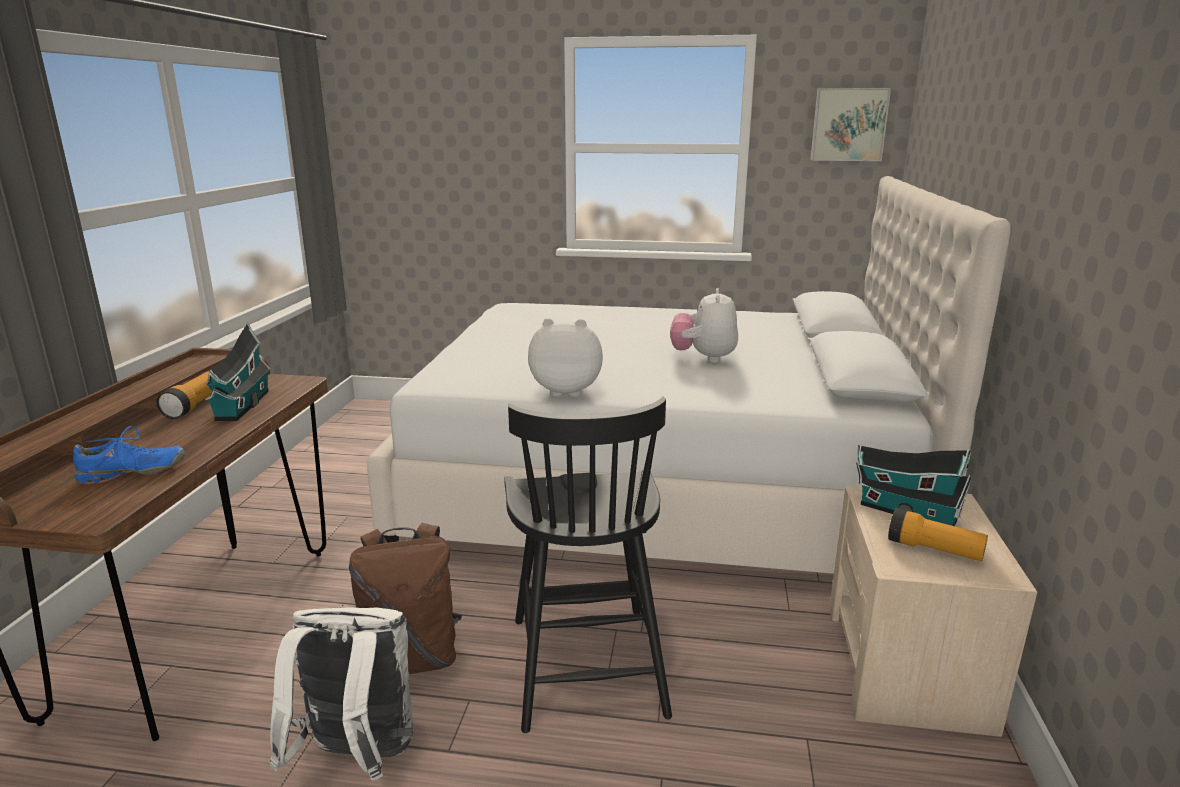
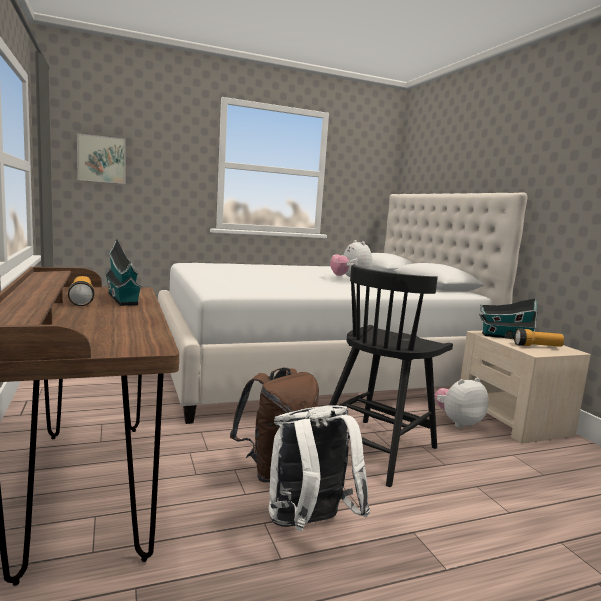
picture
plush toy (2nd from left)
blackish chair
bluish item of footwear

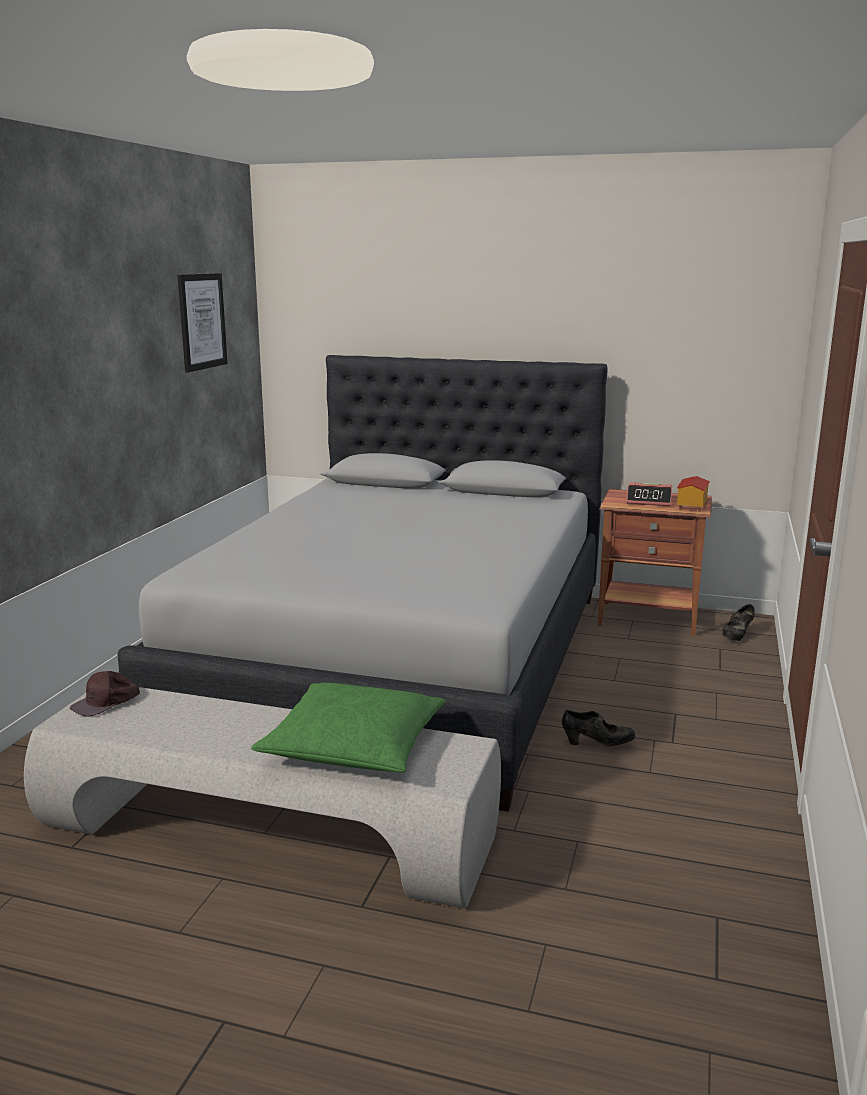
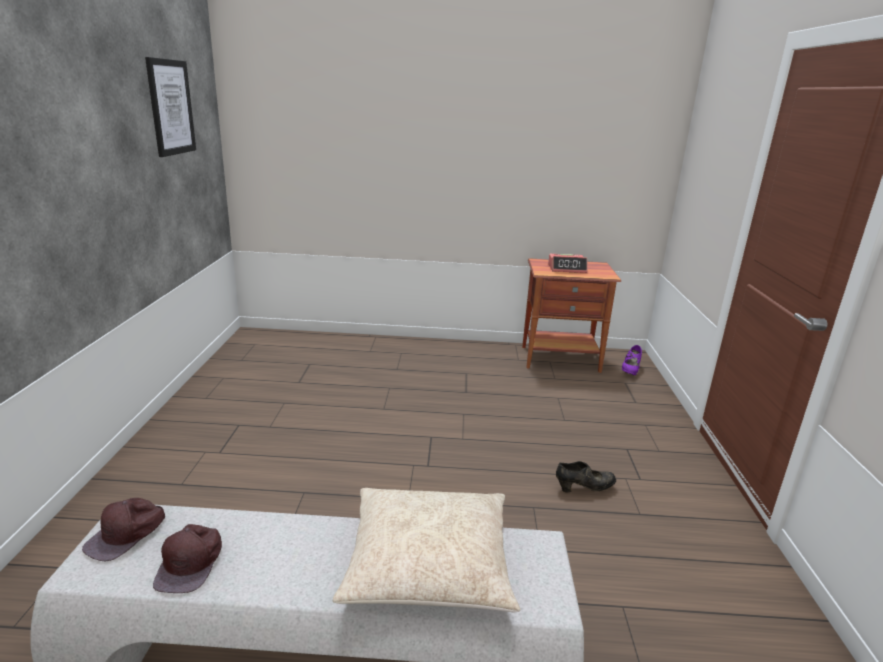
grey sleeping bed
model house
purple item of footwear
beige pillow
brownish cap (2nd from left)

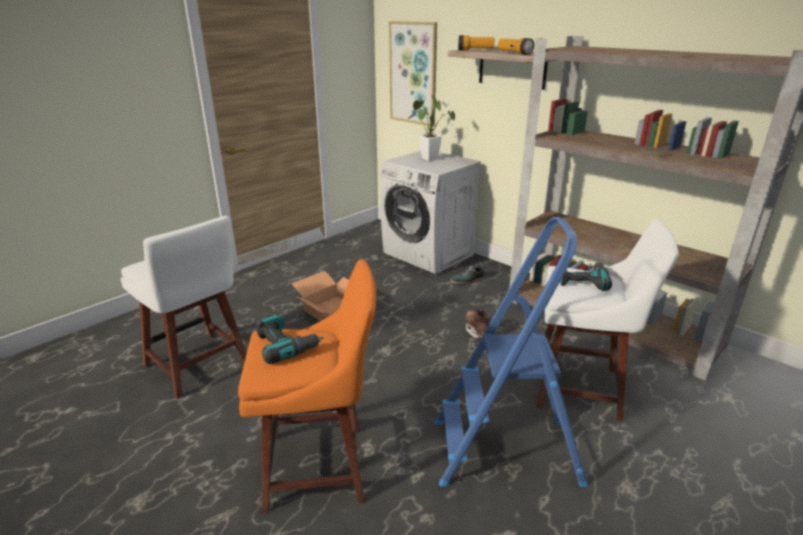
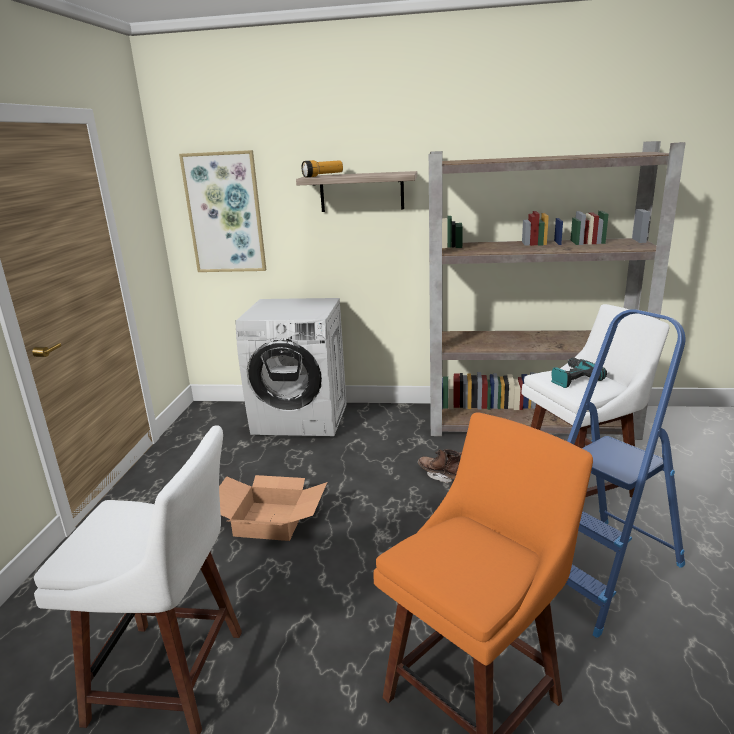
torch (2nd from left in the first image)
plant in a pot
item of footwear
power drill (1st from left in the first image)

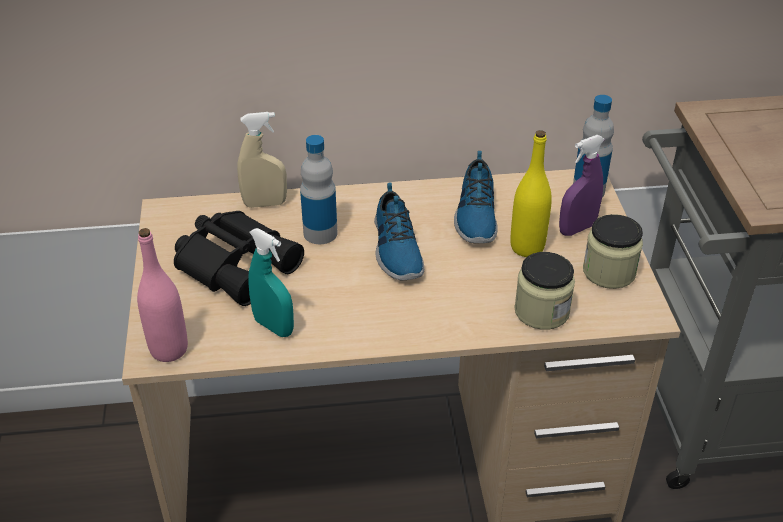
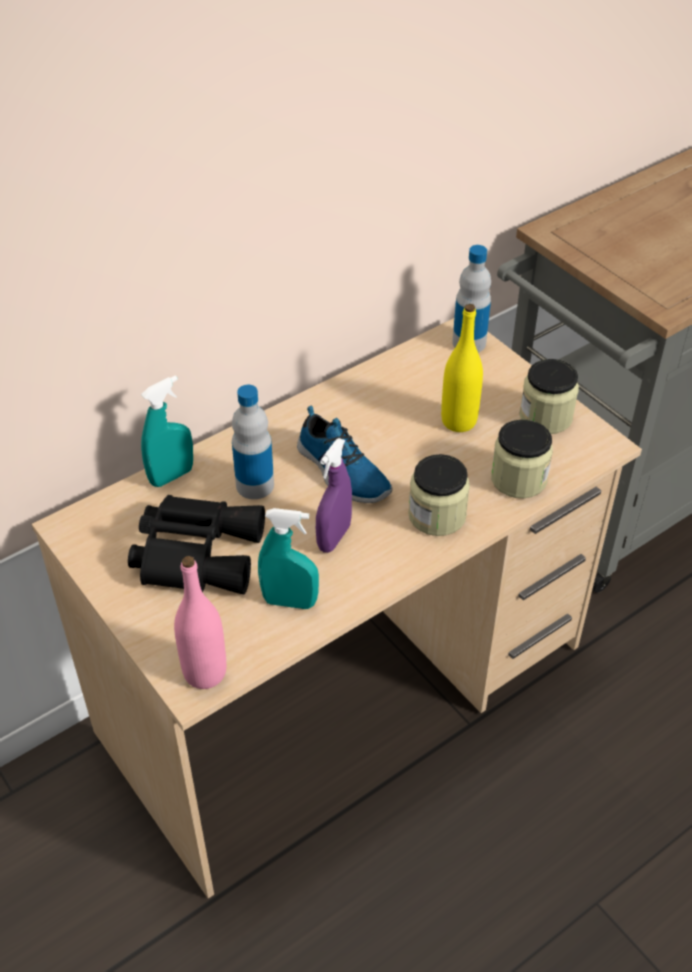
blue-green sprayer (1st from left)
purple sprayer
item of footwear (2nd from left in the first image)
preserve jar (1st from left)

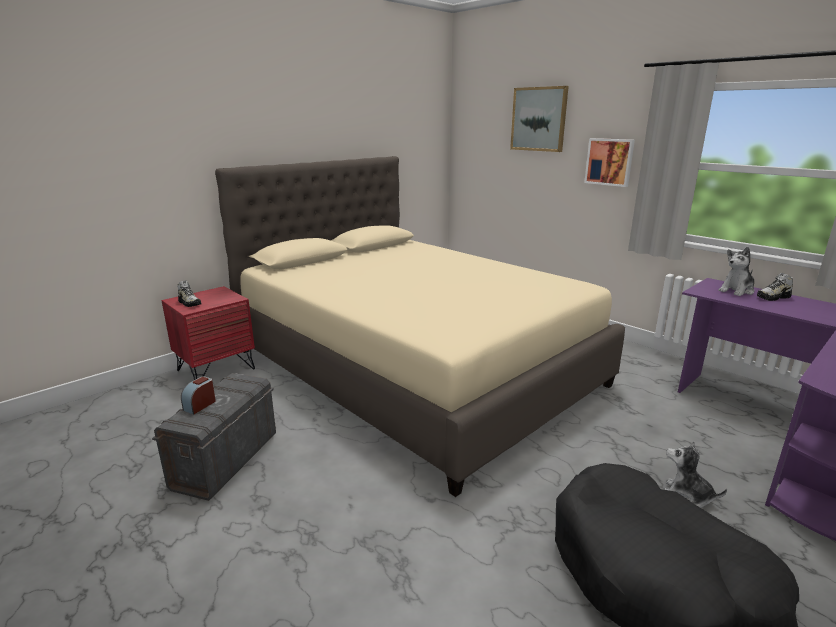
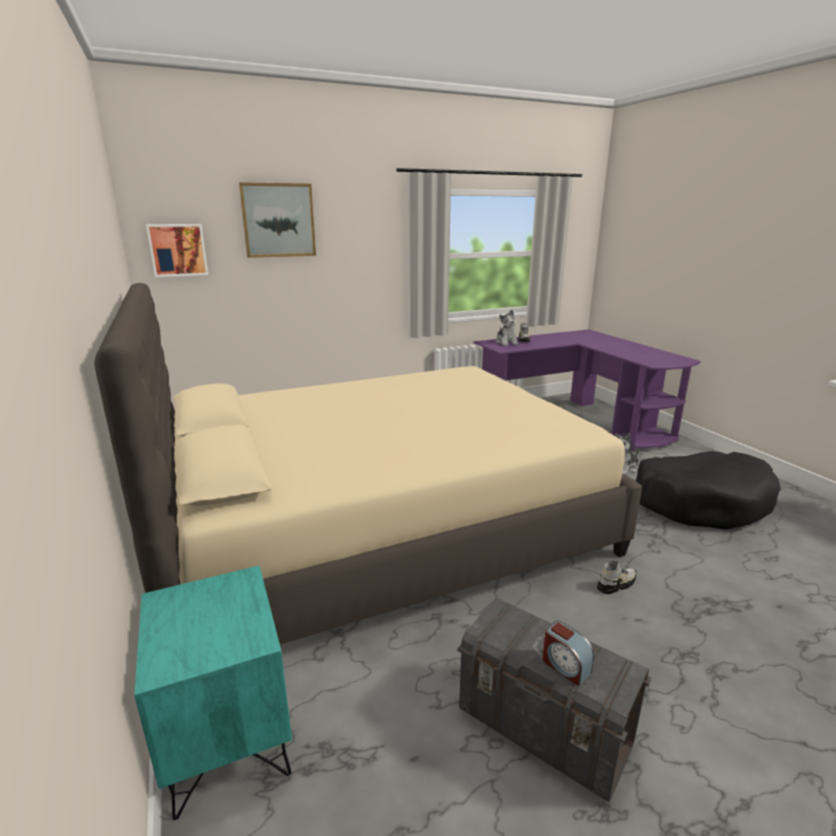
picture (1st from left)
item of footwear (2nd from left)
blue-green bedside table

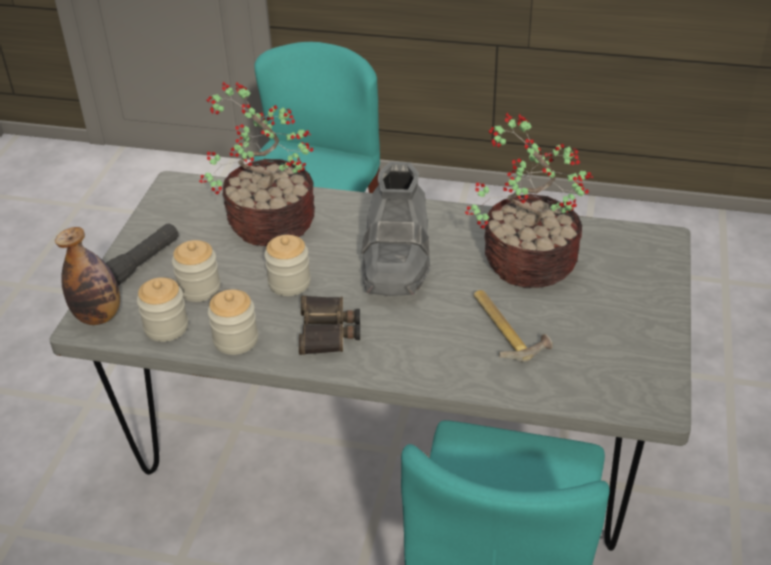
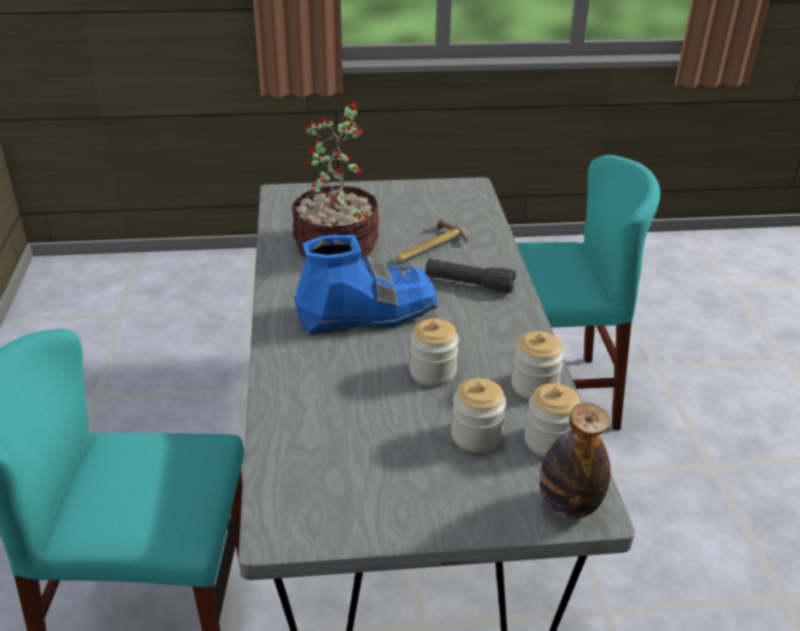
plant in a pot (1st from left in the first image)
bluish high-top boot
blackish torch
field glasses

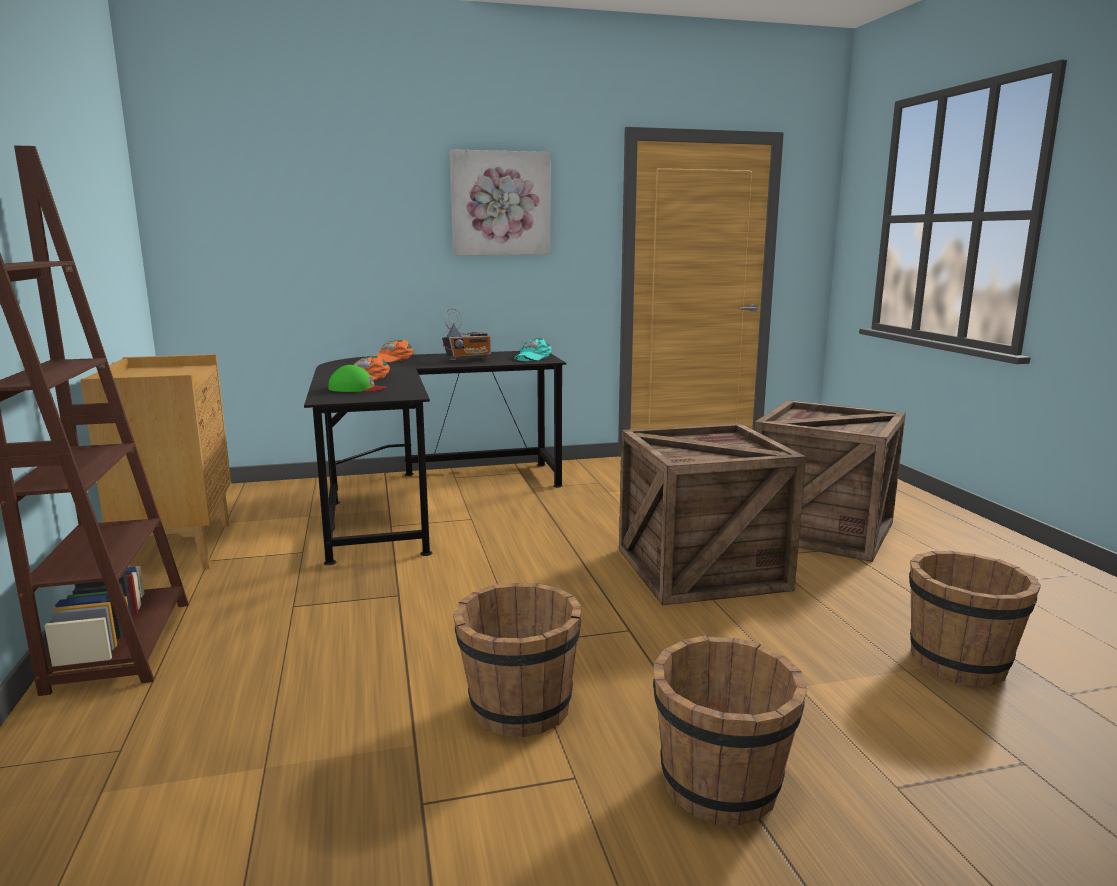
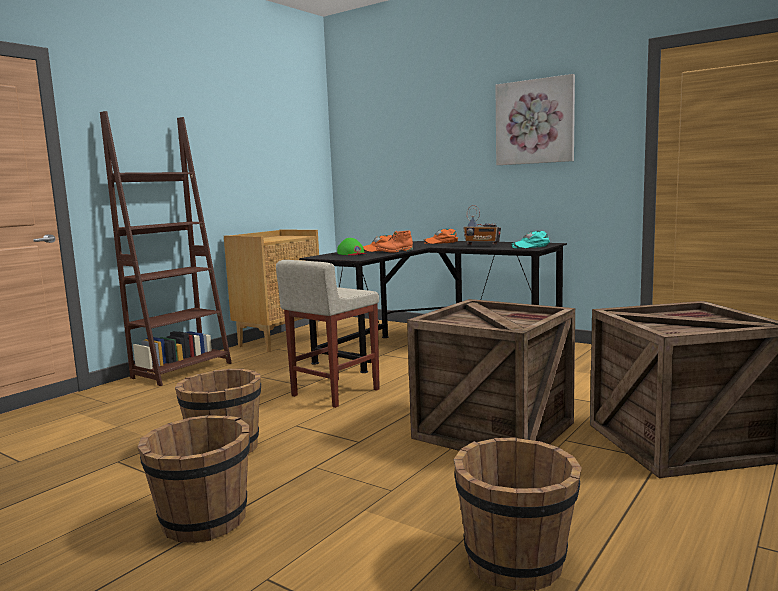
orangey high-top boot
beige stool

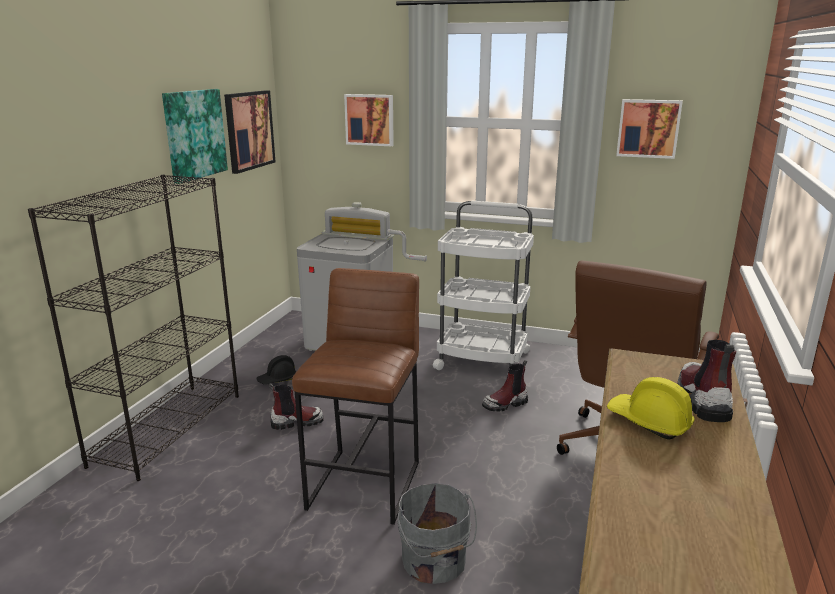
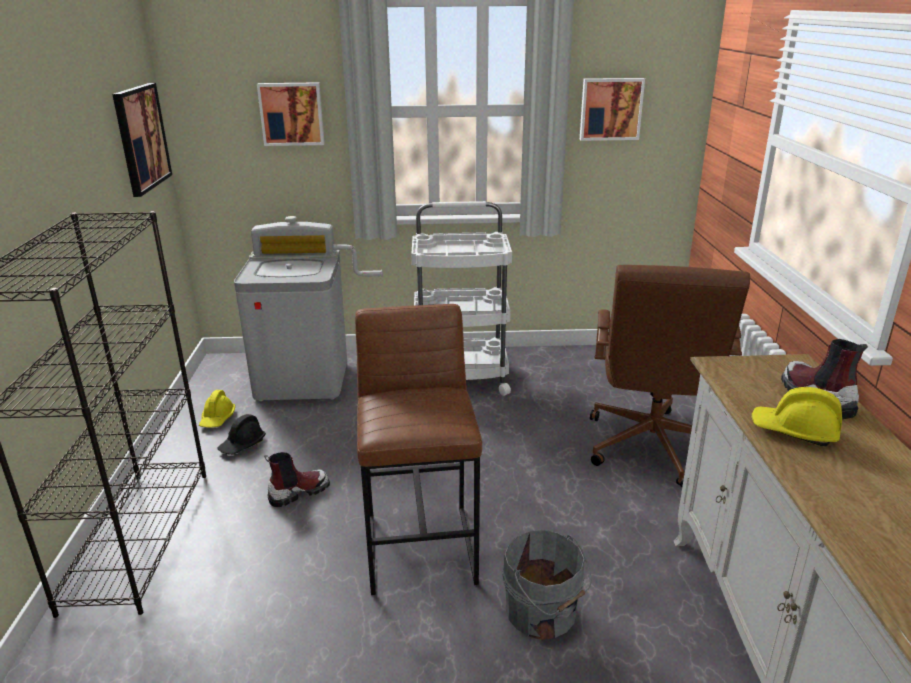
picture (1st from left in the first image)
high-top boot (2nd from left in the first image)
yellowish safety helmet (1st from left)

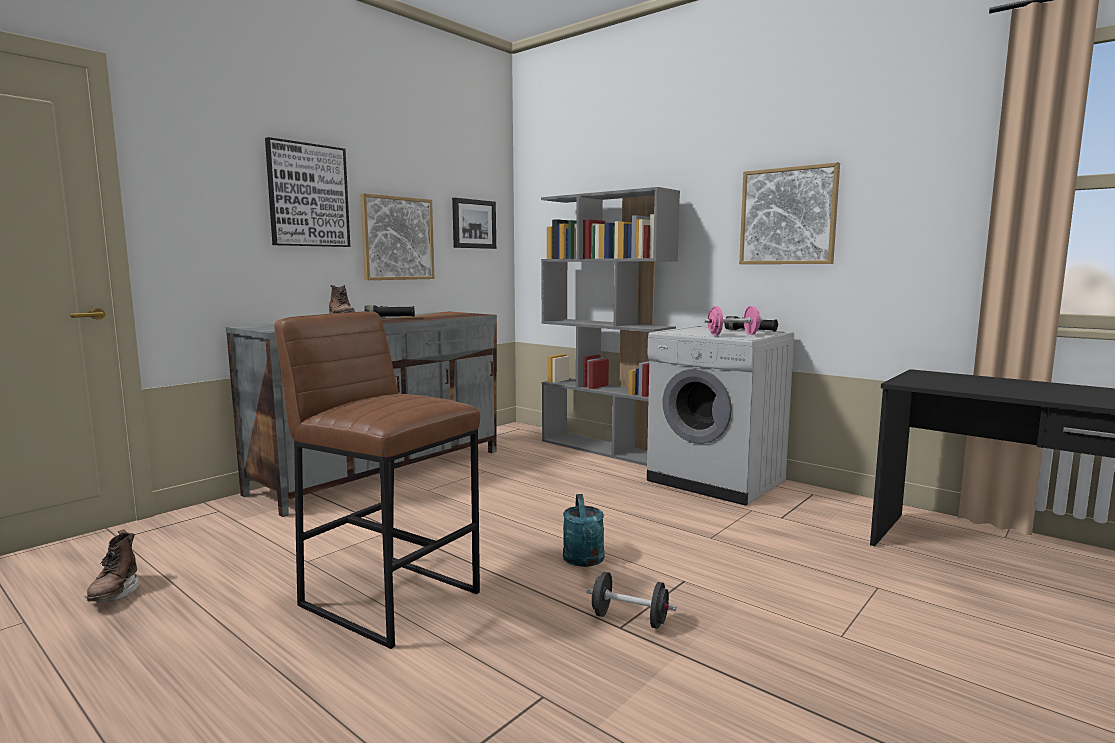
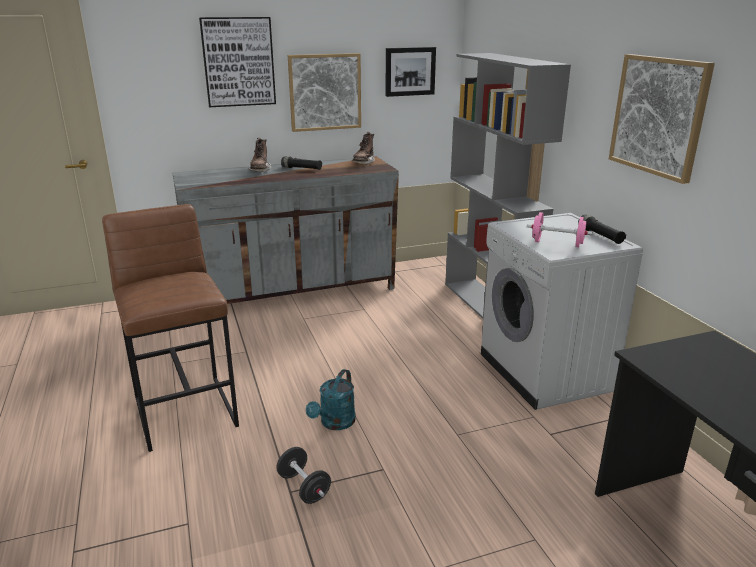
brownish high-top boot (2nd from left)

